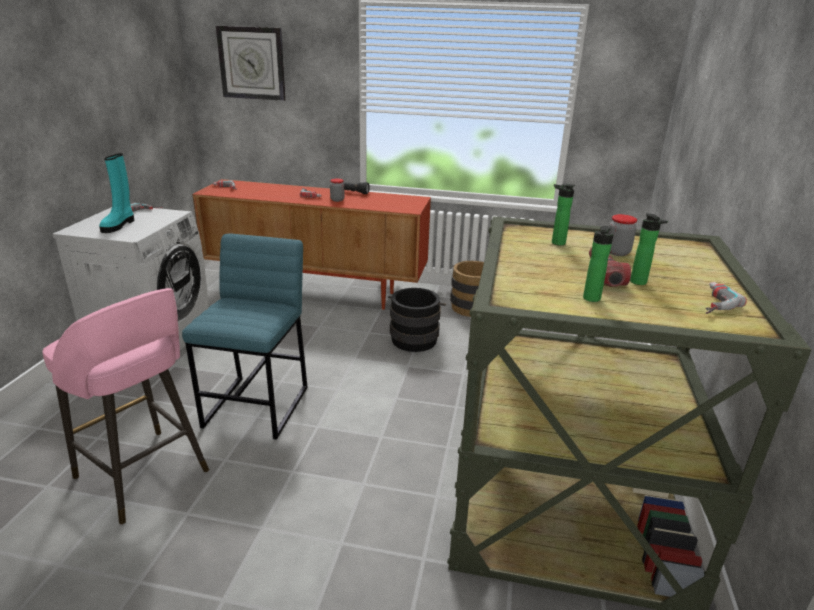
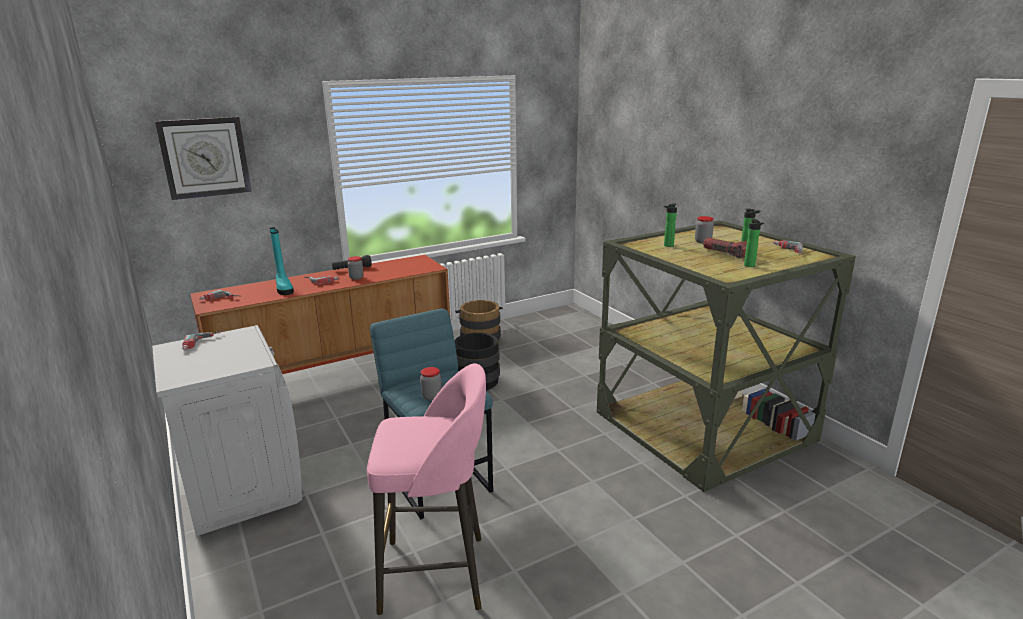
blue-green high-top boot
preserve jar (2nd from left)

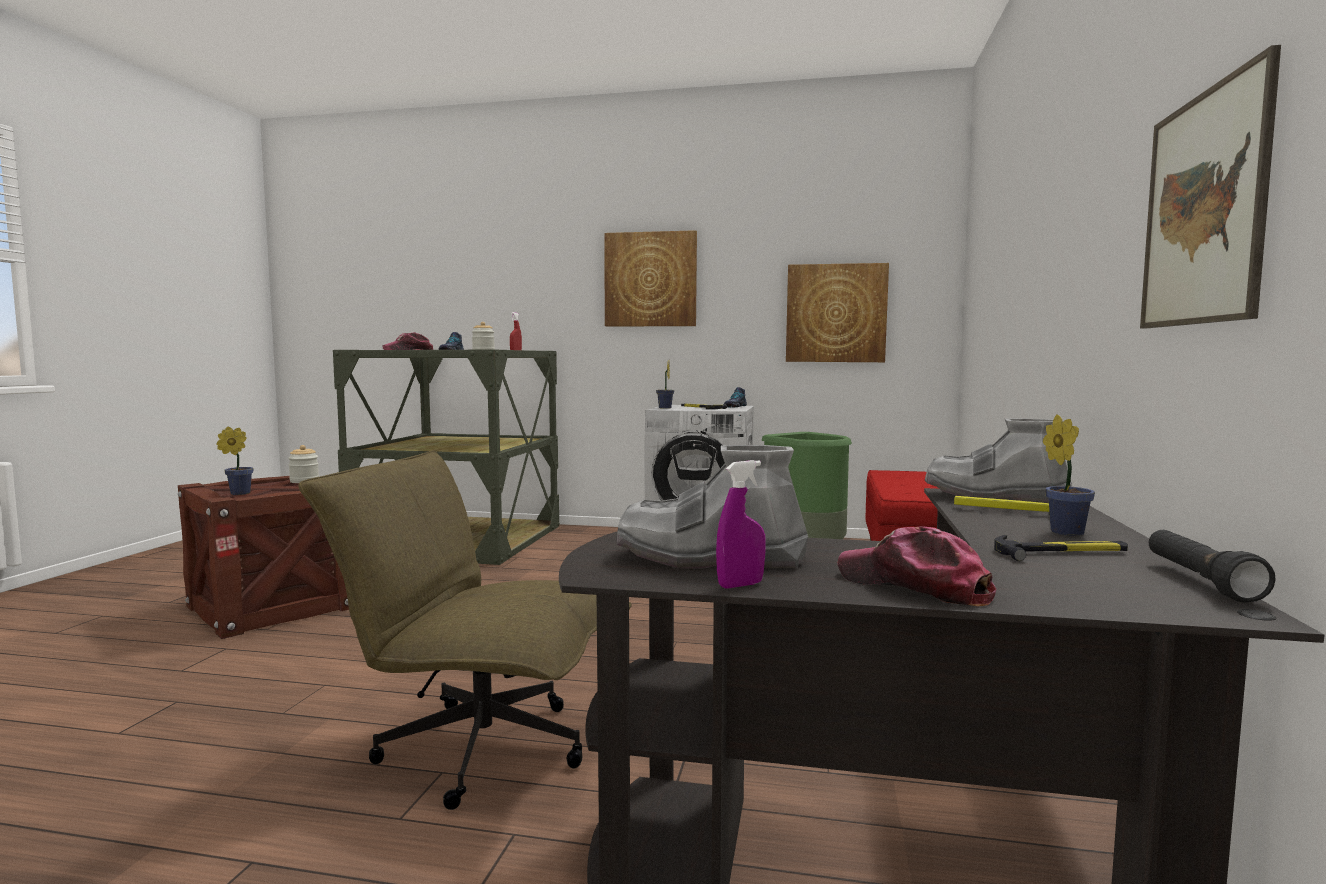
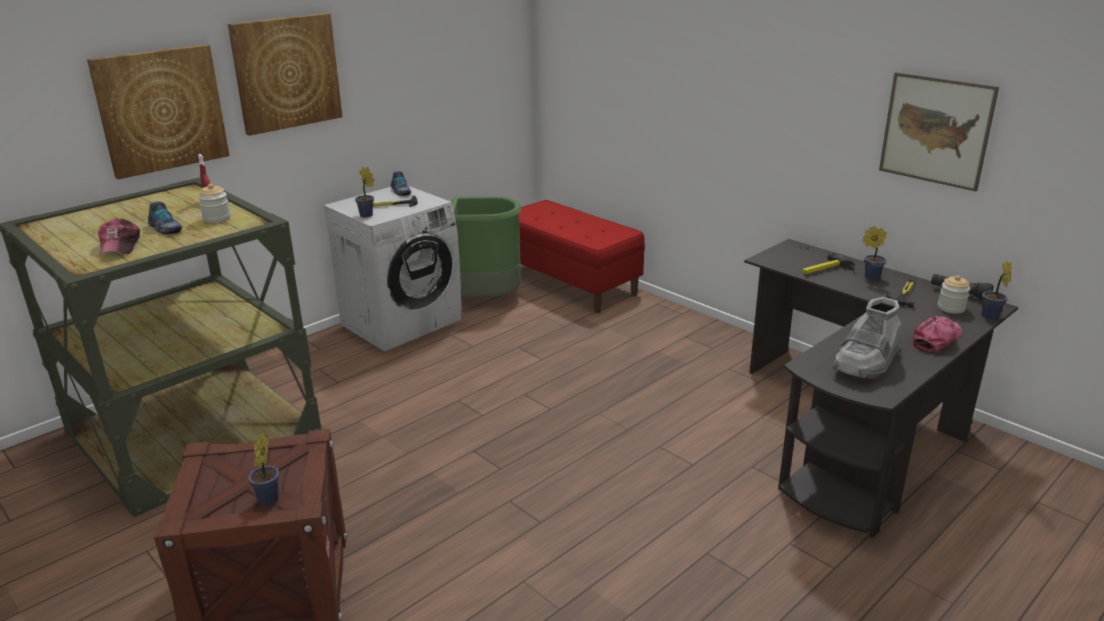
picture (1st from left)
grey high-top boot (2nd from left in the first image)
preserve jar (2nd from left)
beige computer chair
purple sprayer
cap (2nd from left)
plant in a pot (4th from left)

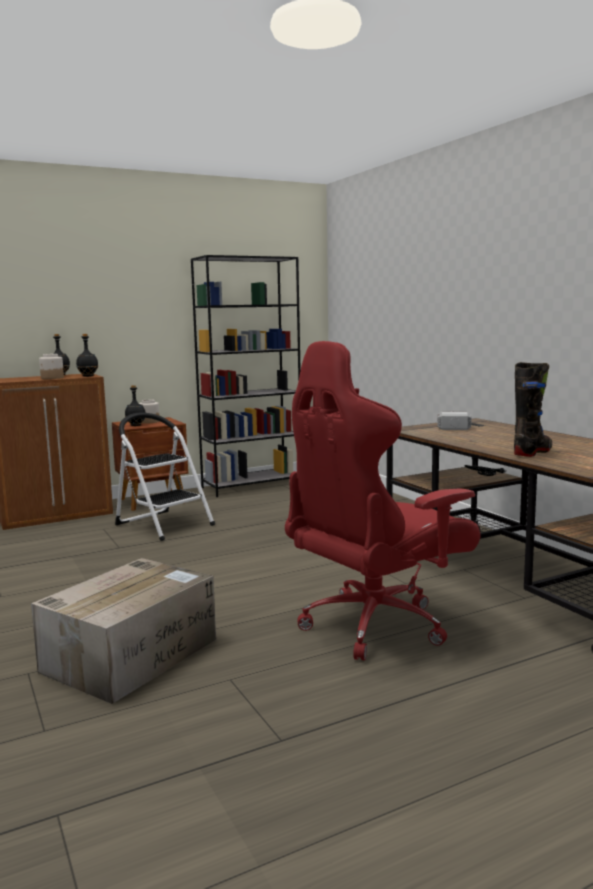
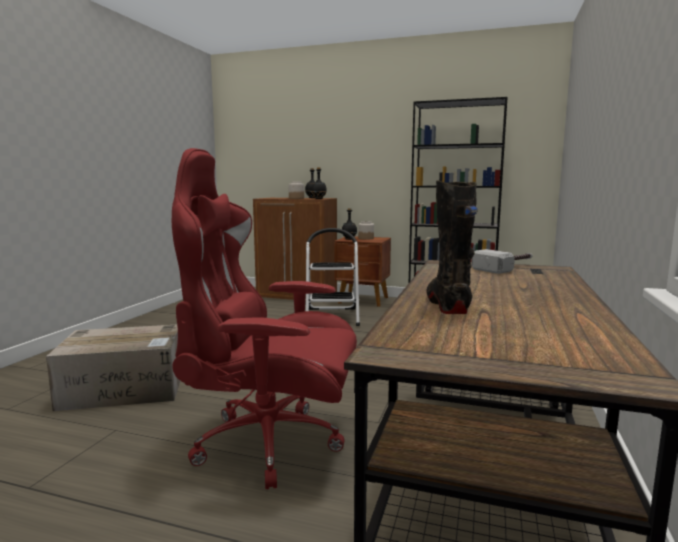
blackish high-top boot

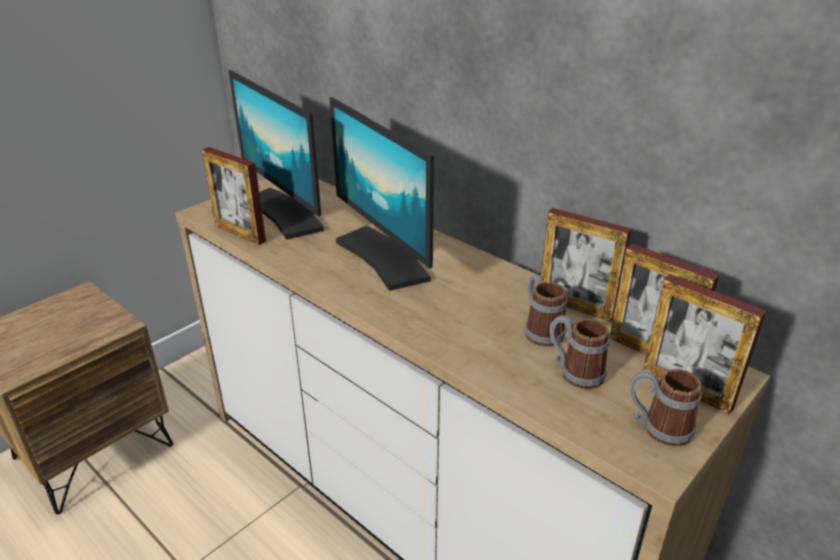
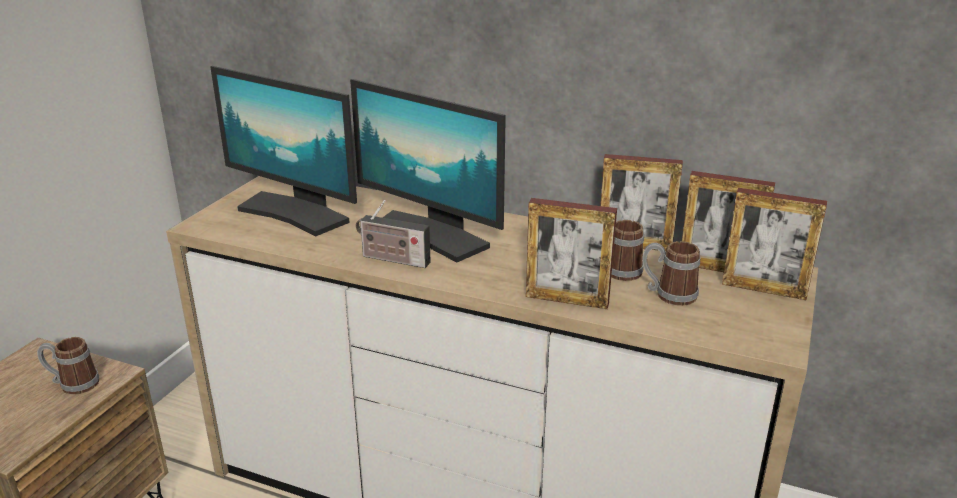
photo frame (1st from left)
coffee mug (1st from left)
radio

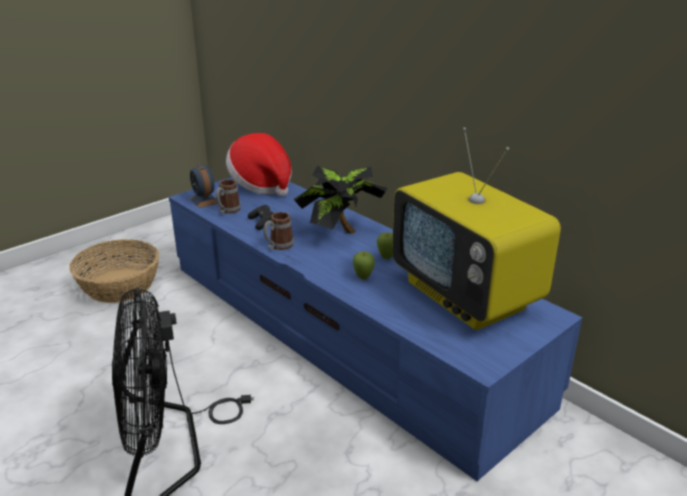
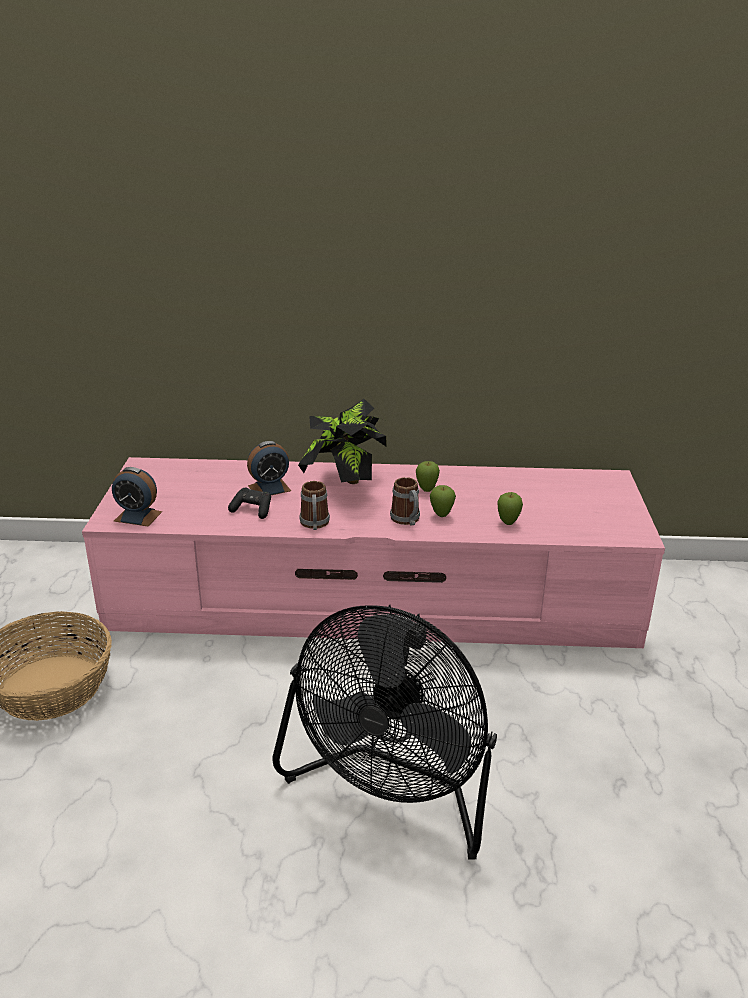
TV set
clothing hat
pink-coloured tv stand
coffee mug (2nd from left)
bedside clock (2nd from left)
apple (3rd from left)

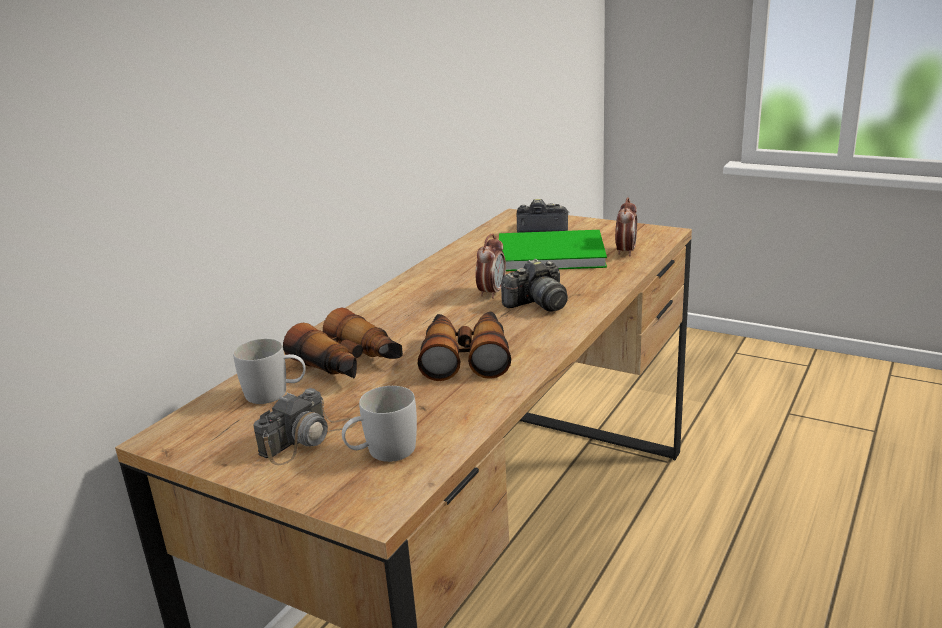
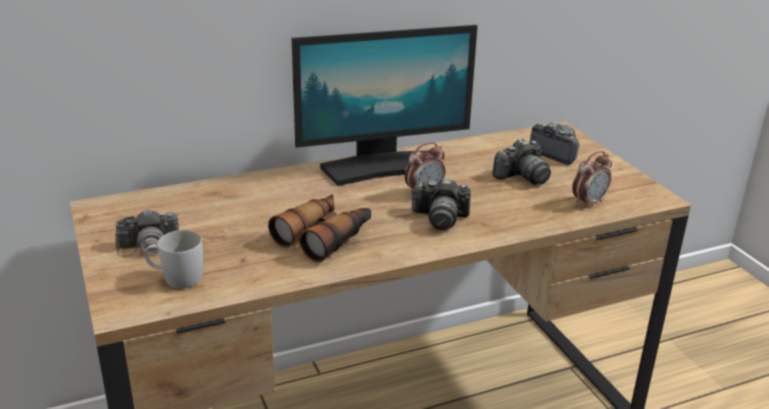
photo camera (3rd from left)
field glasses (1st from left in the first image)
whitish coffee mug (1st from left in the first image)
monitor

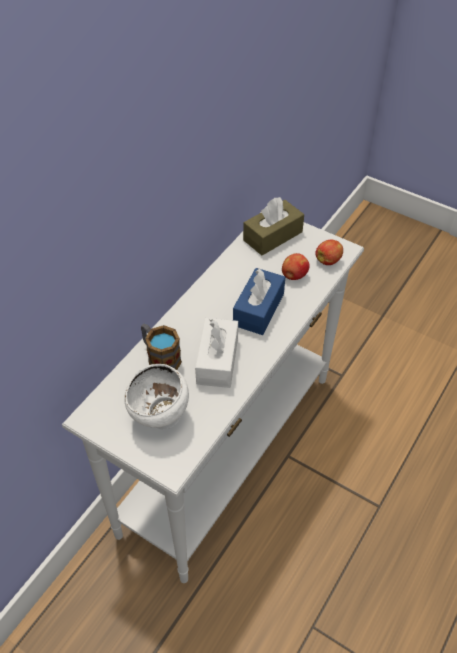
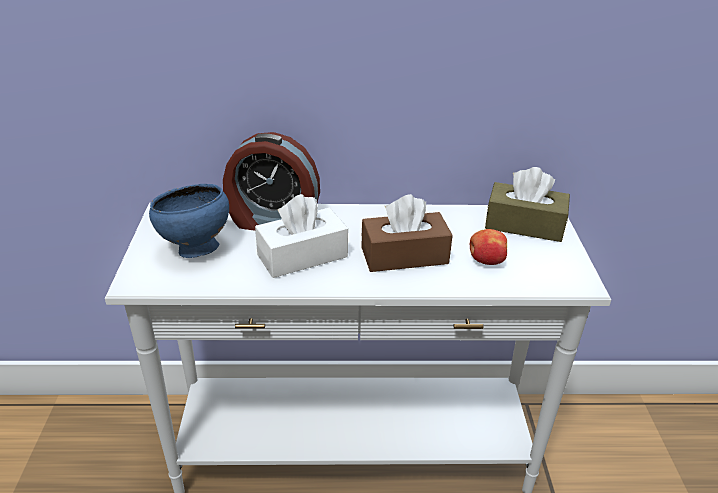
apple (2nd from left in the first image)
brownish box of tissues (1st from left)
bedside clock
bluish serving bowl

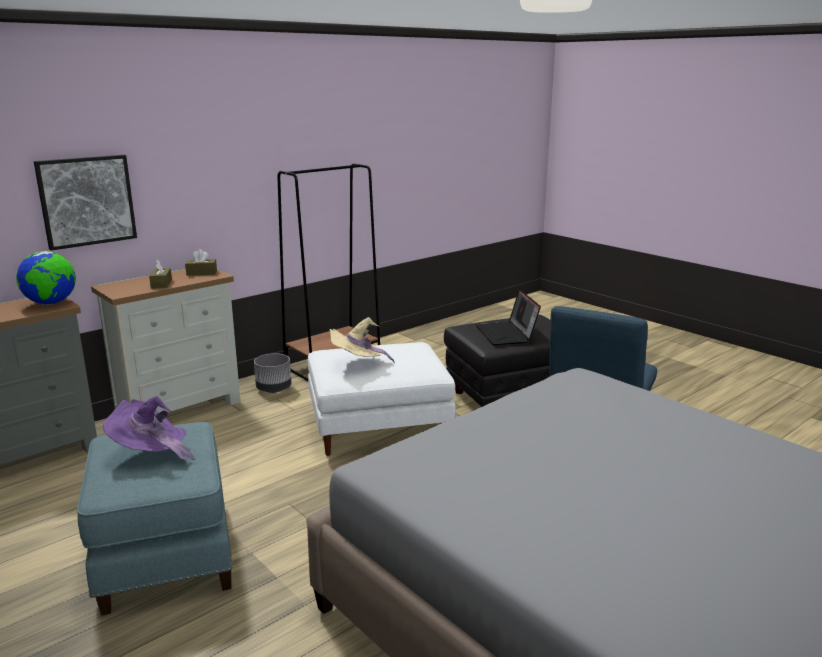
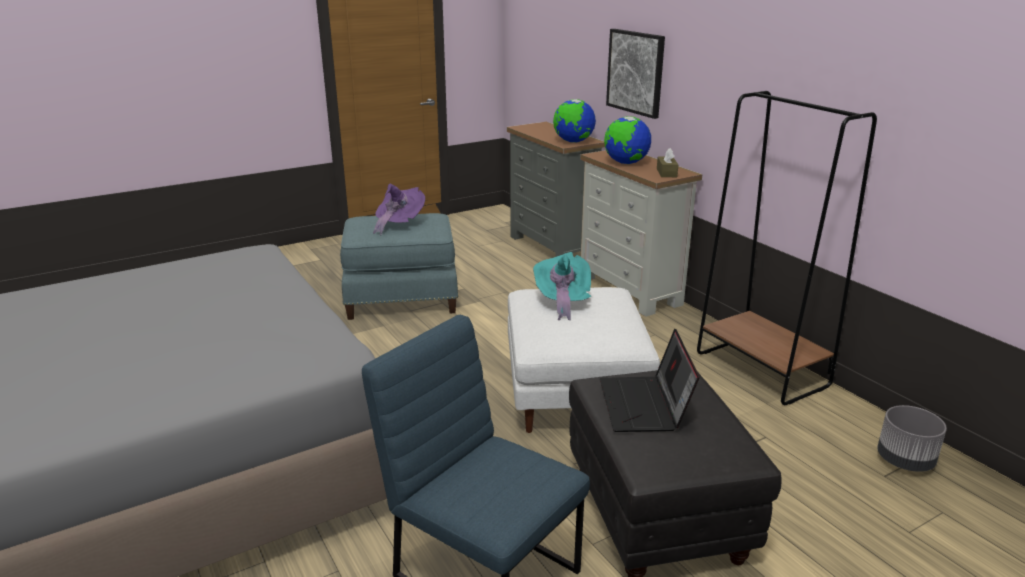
globe (2nd from left)
notebook computer
blue-green clothing hat
grey flower pot

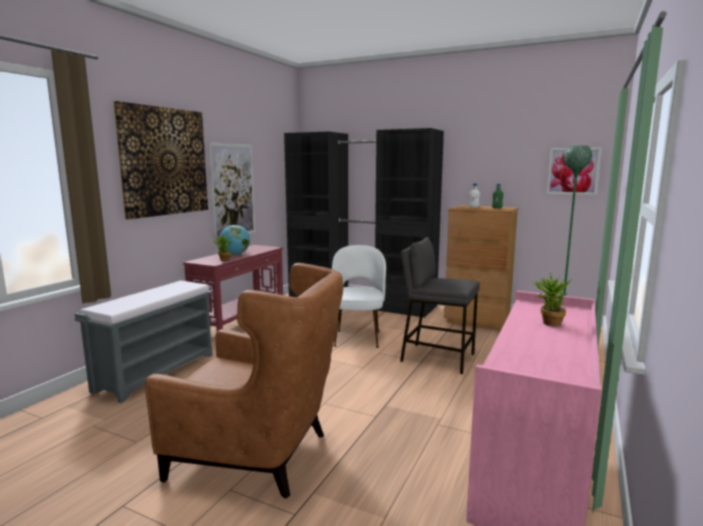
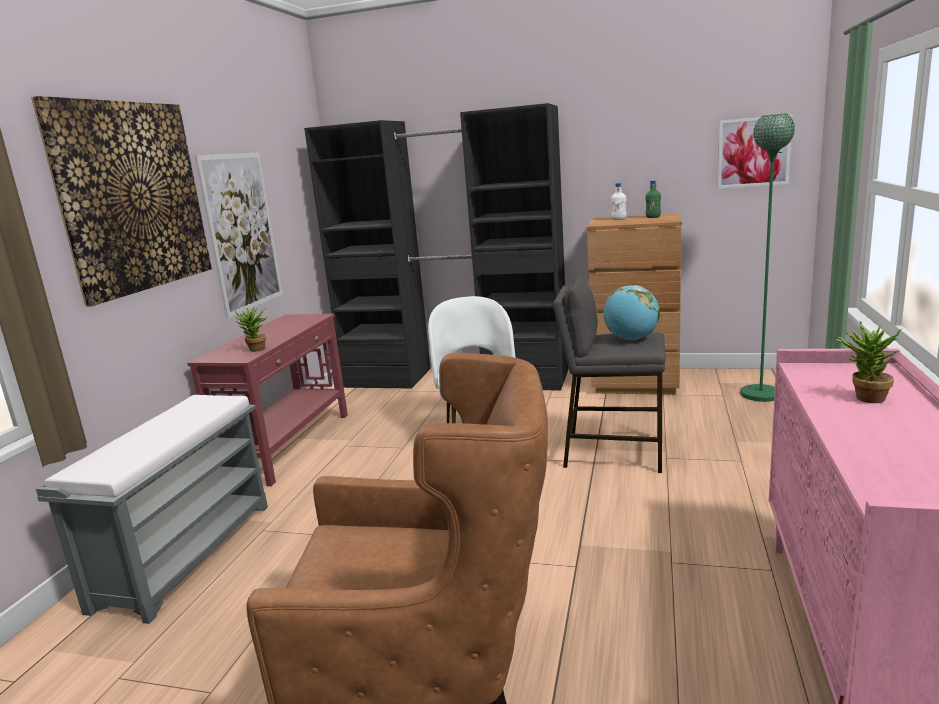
globe

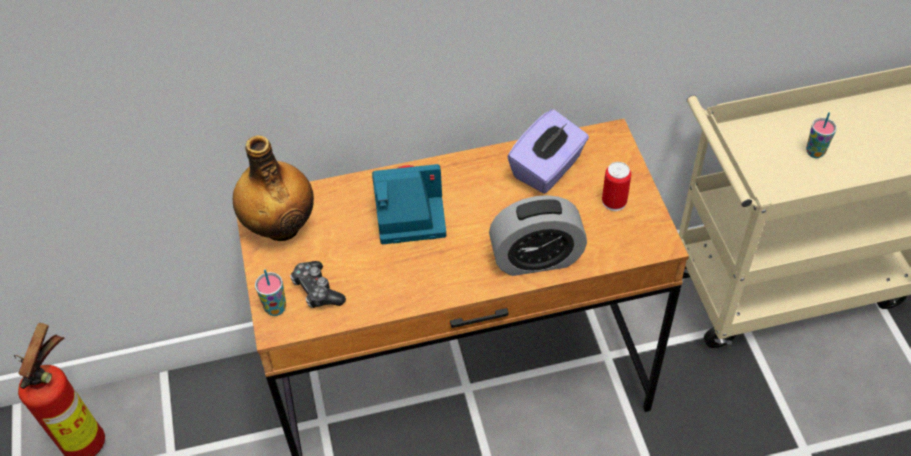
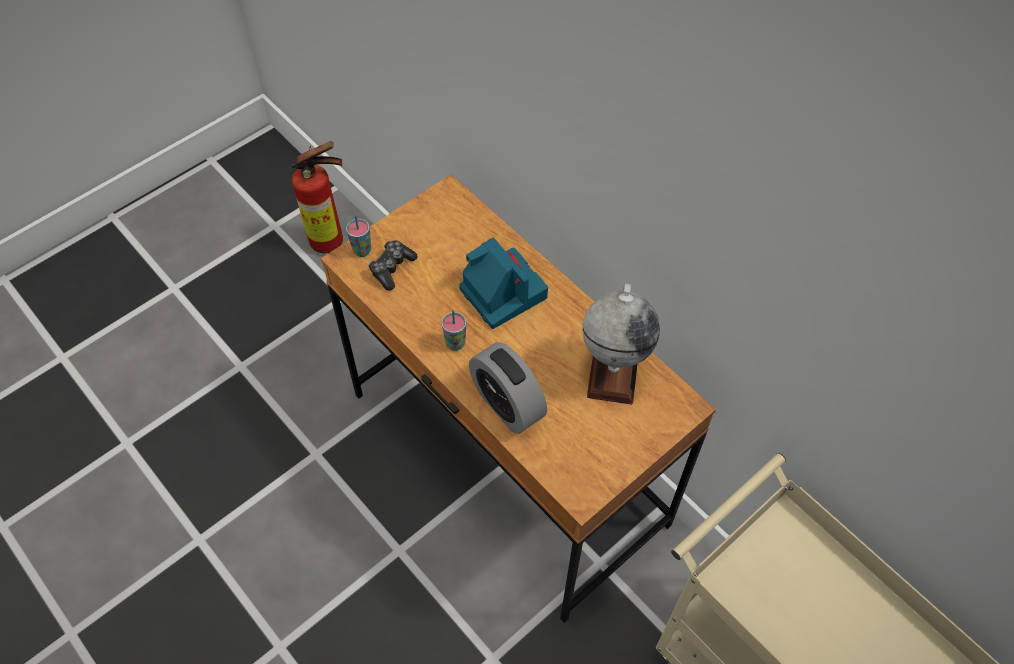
globe
cup (2nd from left)
beverage bottle
can

